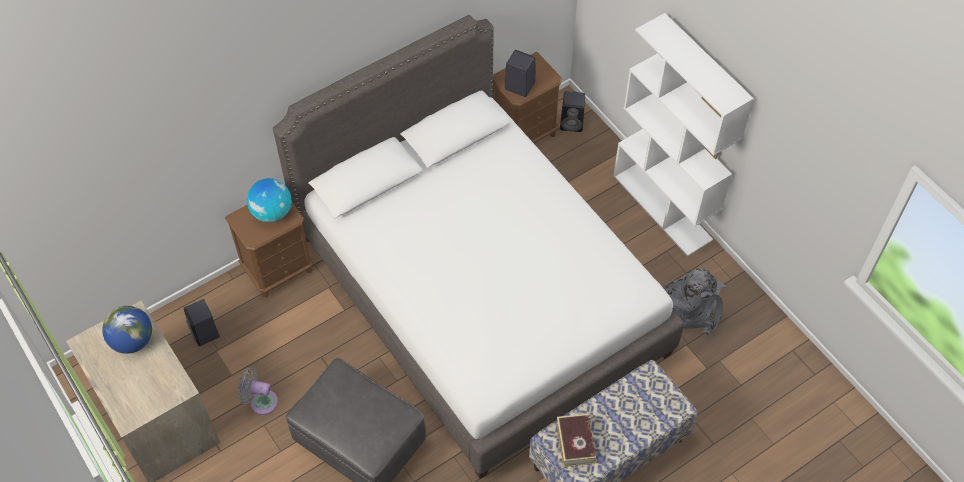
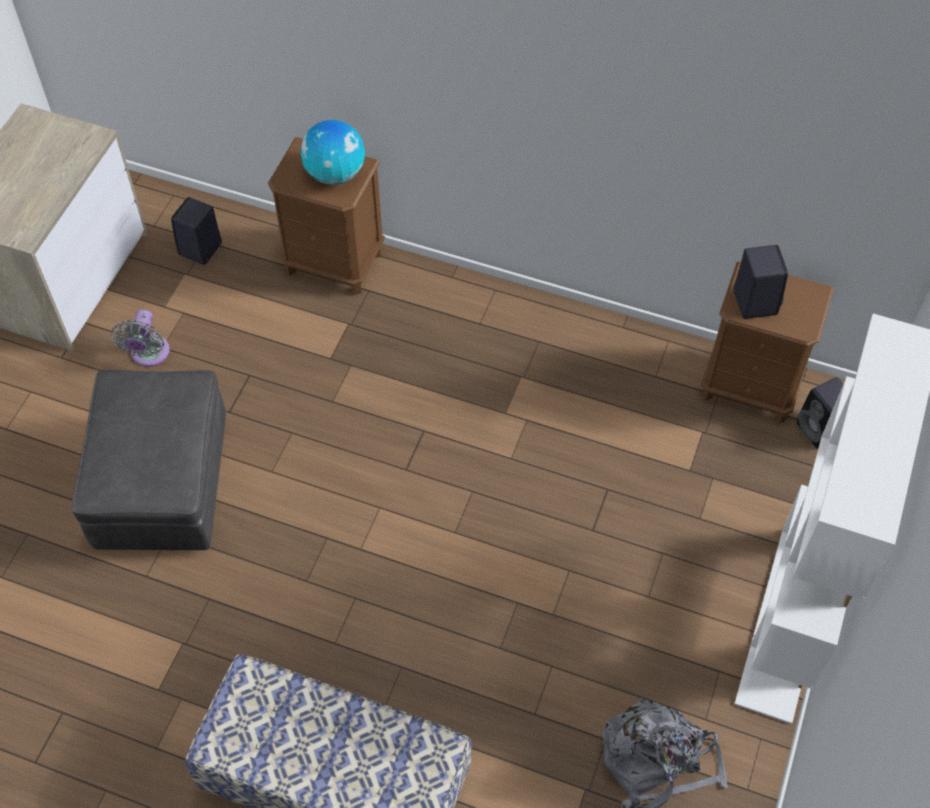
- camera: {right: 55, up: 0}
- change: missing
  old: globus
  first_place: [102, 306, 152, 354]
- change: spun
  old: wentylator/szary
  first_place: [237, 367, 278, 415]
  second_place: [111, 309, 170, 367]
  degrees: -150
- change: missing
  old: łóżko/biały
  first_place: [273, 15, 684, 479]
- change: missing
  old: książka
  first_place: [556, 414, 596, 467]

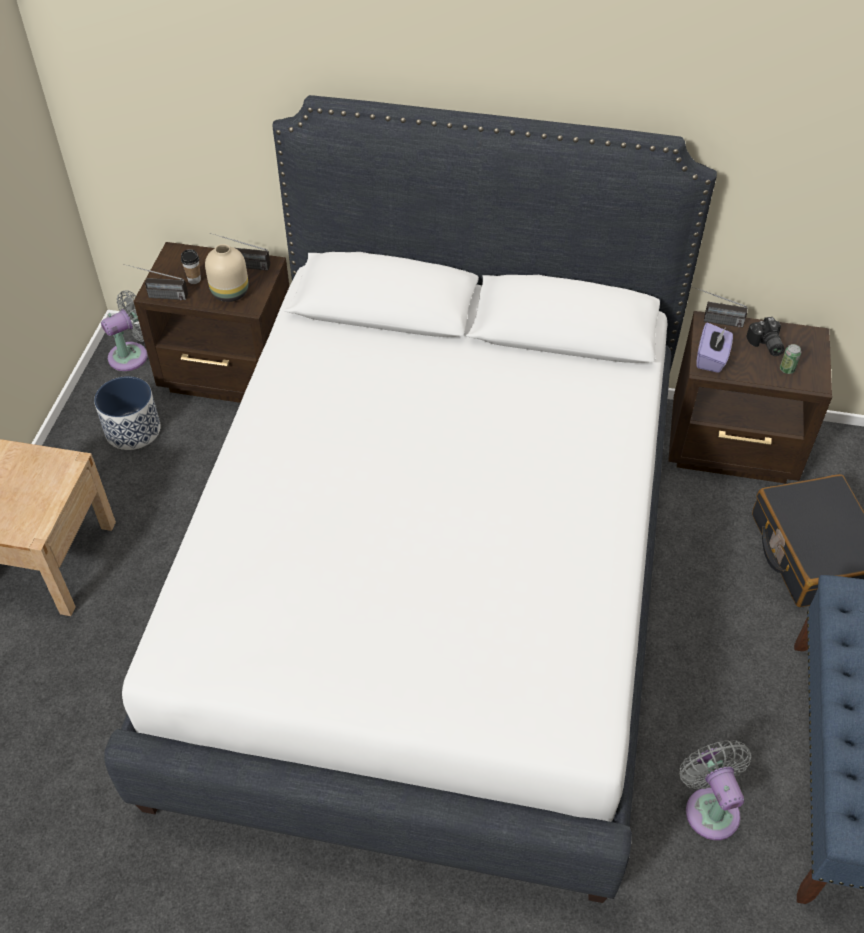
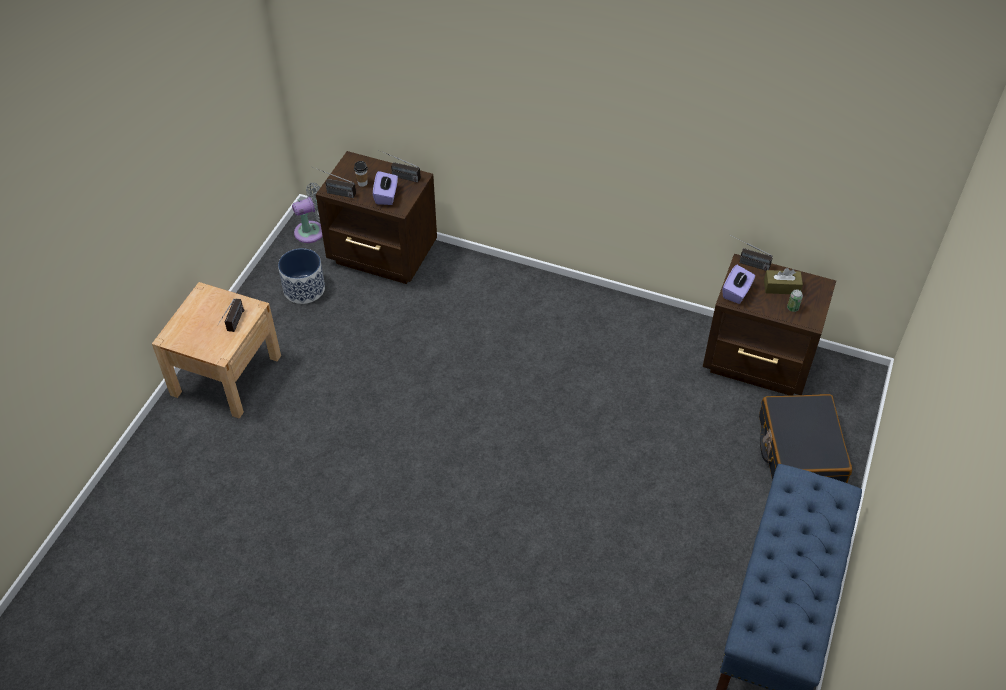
- camera: {right: 10, up: 0}
- change: missing
  old: łóżko/biały
  first_place: [104, 95, 717, 903]
- change: exchanged
  old: wazon/beżowy
  new: pudełko chusteczek/fioletowy
  first_place: [205, 244, 249, 302]
  second_place: [373, 171, 398, 205]
- change: missing
  old: wentylator/szary
  first_place: [679, 740, 751, 840]
- change: exchanged
  old: aparat fotograficzny
  new: pudełko chusteczek/brązowy
  first_place: [746, 317, 784, 356]
  second_place: [764, 268, 803, 294]
- change: appeared
  new: radio
  second_place: [217, 299, 244, 332]

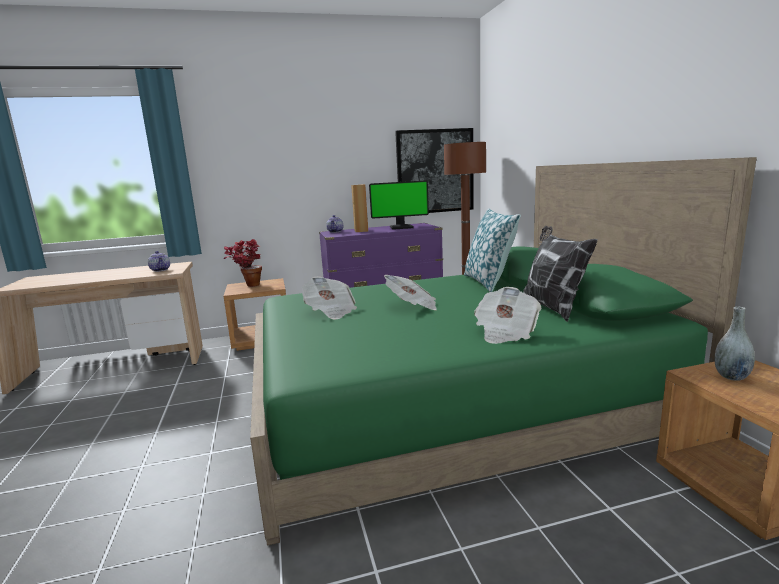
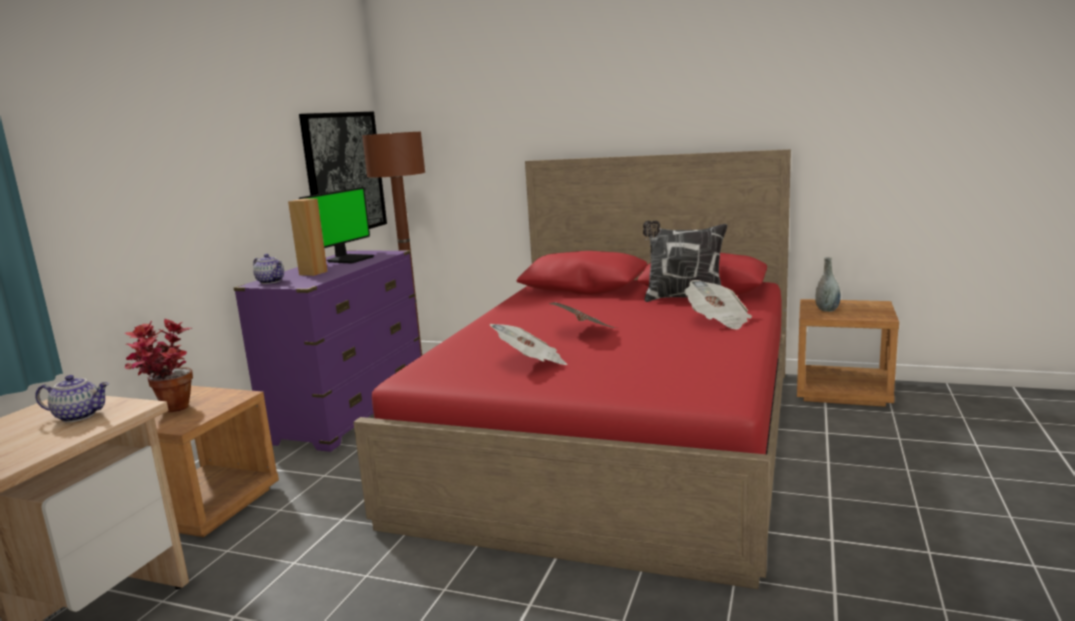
- camera: {right: -55, up: 0}
- change: colour
  old: łóżko/zielony
  new: łóżko/czerwony
  first_place: [250, 157, 757, 546]
  second_place: [353, 149, 791, 589]
- change: missing
  old: poduszka
  first_place: [464, 208, 521, 292]

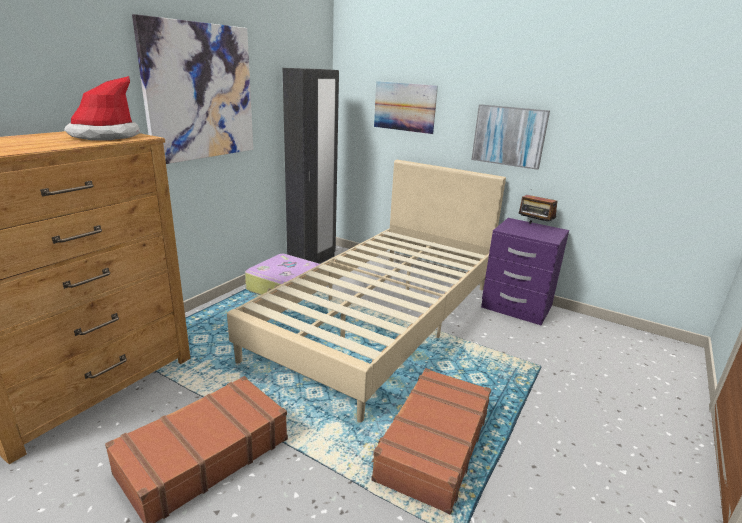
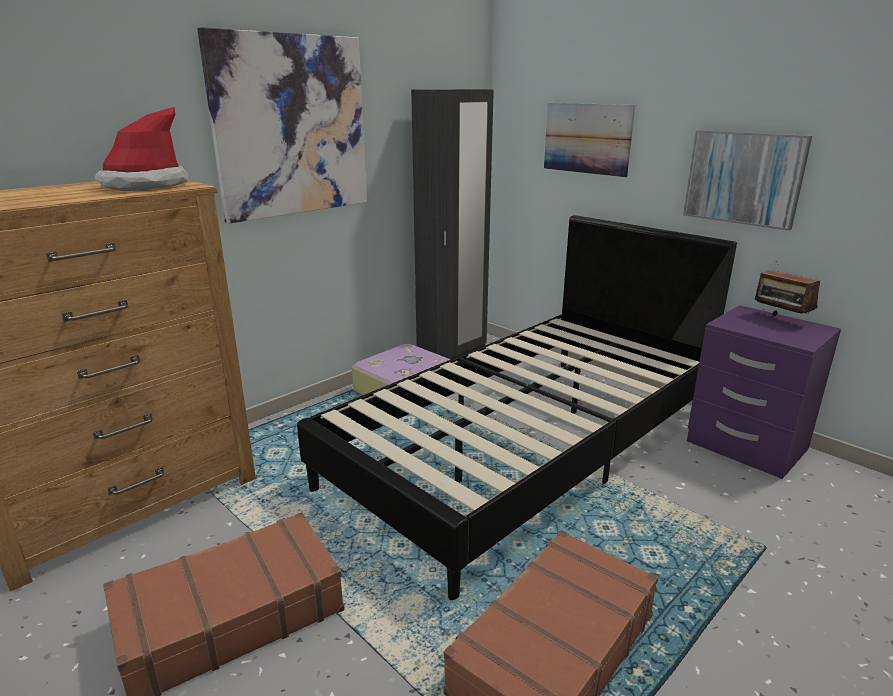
- camera: {right: 15, up: 0}
- change: colour
  old: łóżko/beżowy
  new: łóżko/czarny
  first_place: [227, 160, 506, 423]
  second_place: [297, 215, 737, 600]

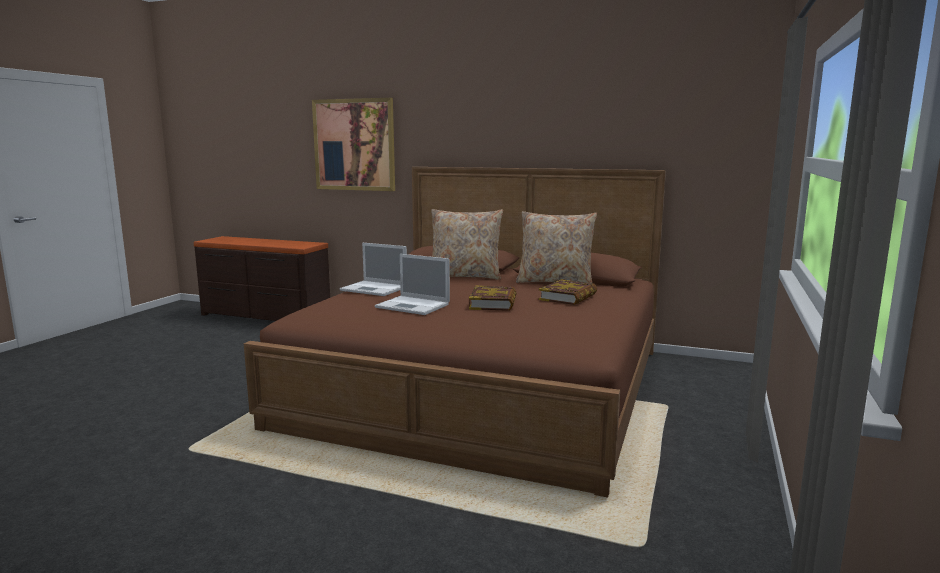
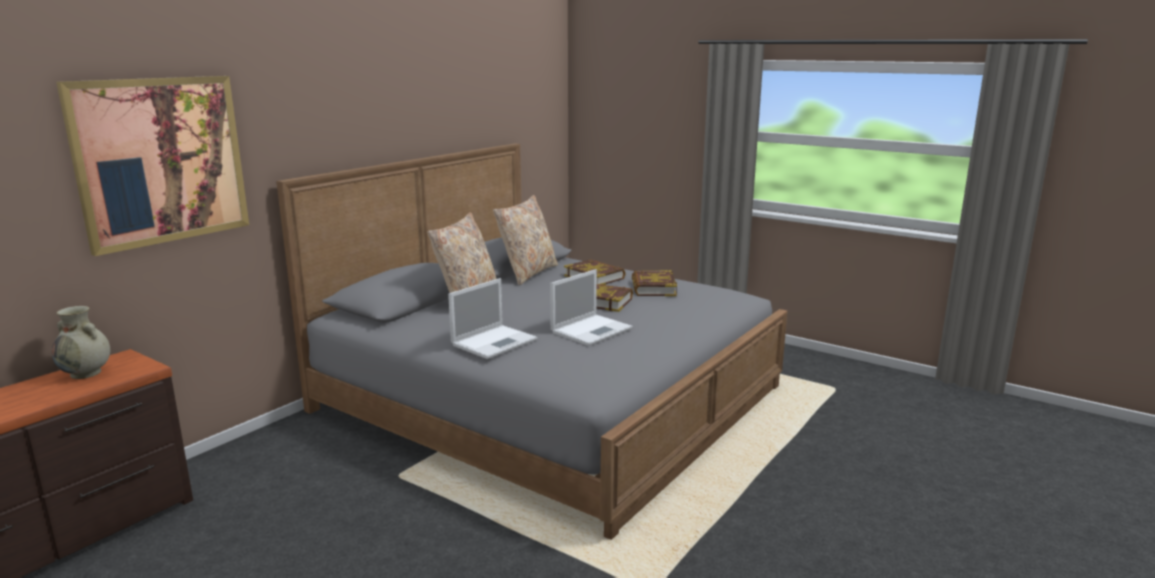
- camera: {right: -75, up: 5}
- change: colour
  old: łóżko/brązowy
  new: łóżko/szary
  first_place: [244, 167, 666, 498]
  second_place: [276, 143, 787, 540]
- change: appeared
  new: wazon/beżowy
  second_place: [52, 306, 110, 379]
- change: appeared
  new: książka
  second_place: [632, 270, 677, 296]

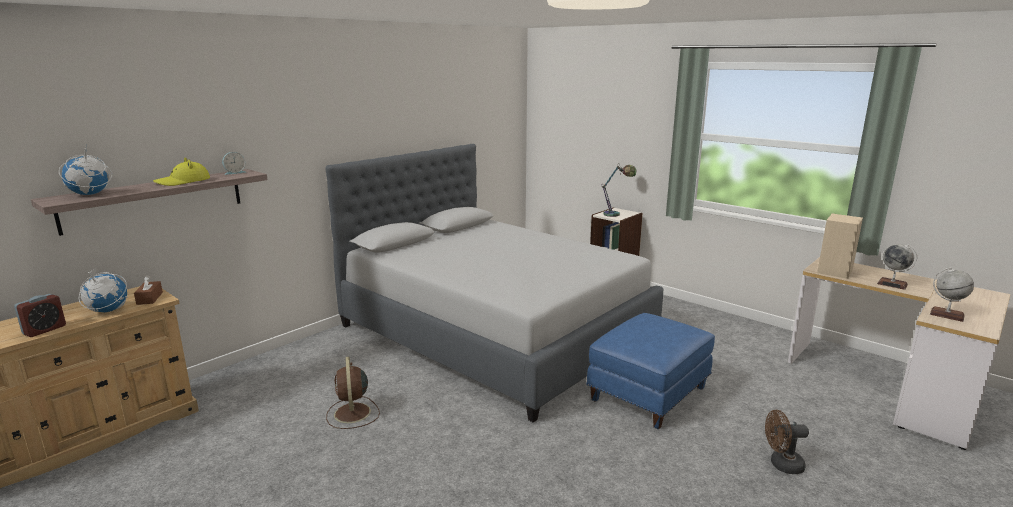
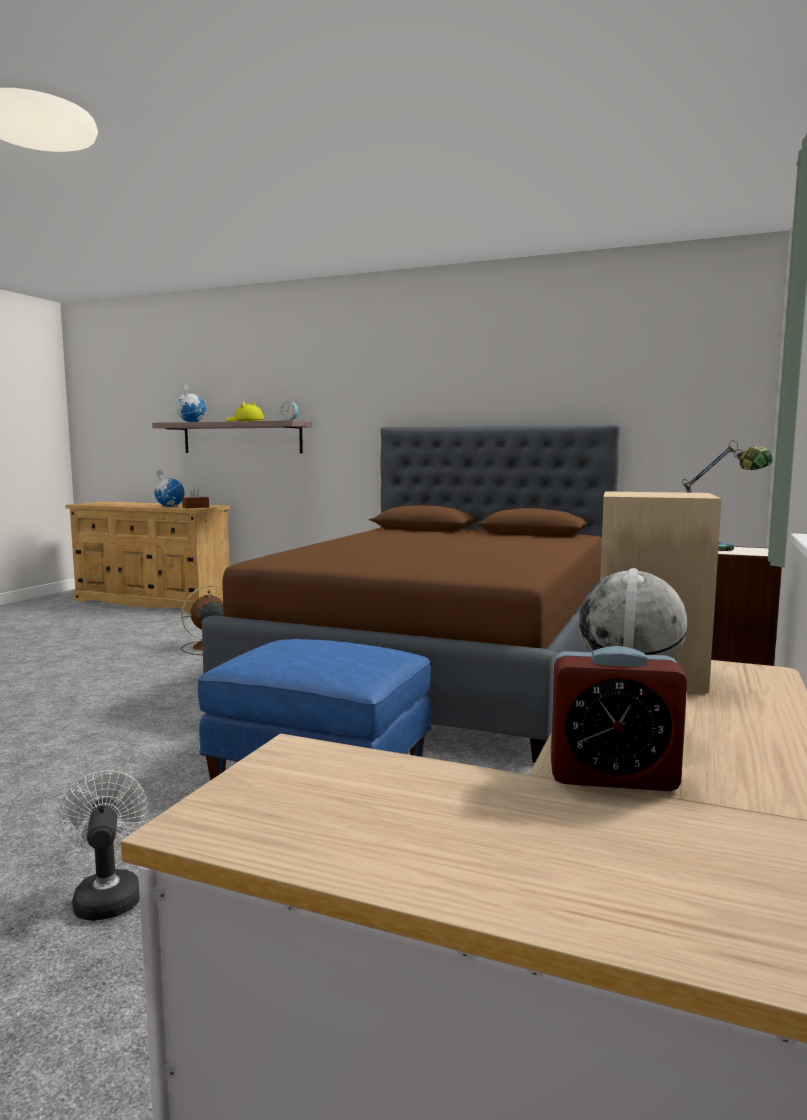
- camera: {right: 70, up: -10}
- change: relocated
  old: budzik
  first_place: [14, 294, 66, 337]
  second_place: [550, 646, 688, 791]
- change: colour
  old: łóżko/szary
  new: łóżko/brązowy
  first_place: [326, 144, 663, 423]
  second_place: [202, 424, 620, 763]
- change: colour
  old: wentylator/brązowy
  new: wentylator/biały
  first_place: [765, 410, 809, 474]
  second_place: [59, 770, 148, 921]
- change: missing
  old: globus
  first_place: [930, 268, 974, 322]

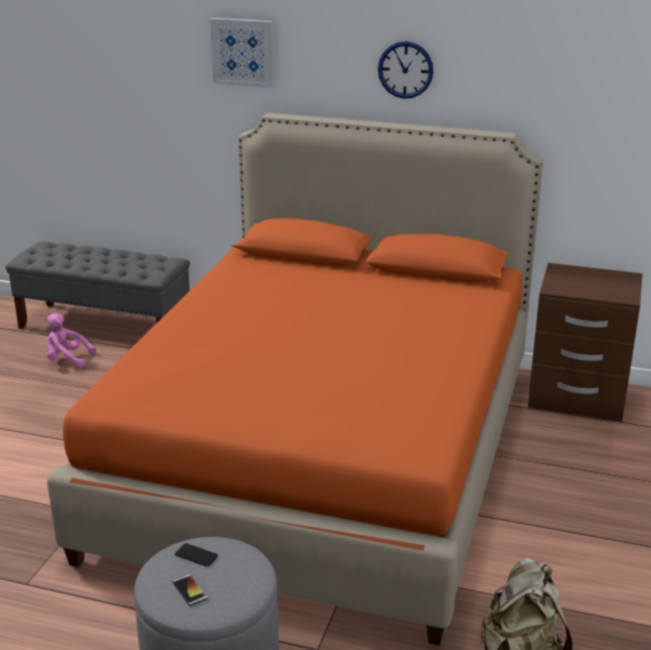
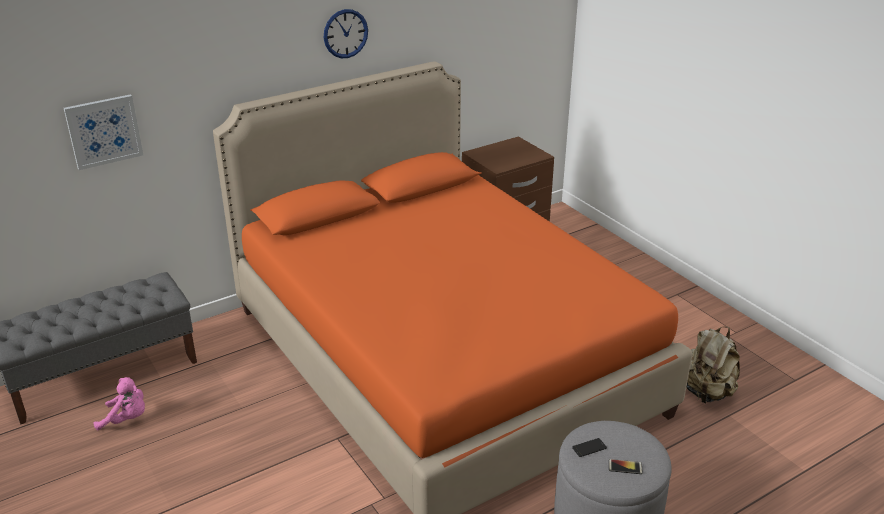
- camera: {right: -50, up: 5}
- change: spun
  old: pluszak/różowy
  first_place: [46, 313, 96, 368]
  second_place: [93, 377, 145, 430]
  degrees: -135
- change: relocated
  old: obraz
  first_place: [210, 18, 274, 88]
  second_place: [64, 94, 143, 170]

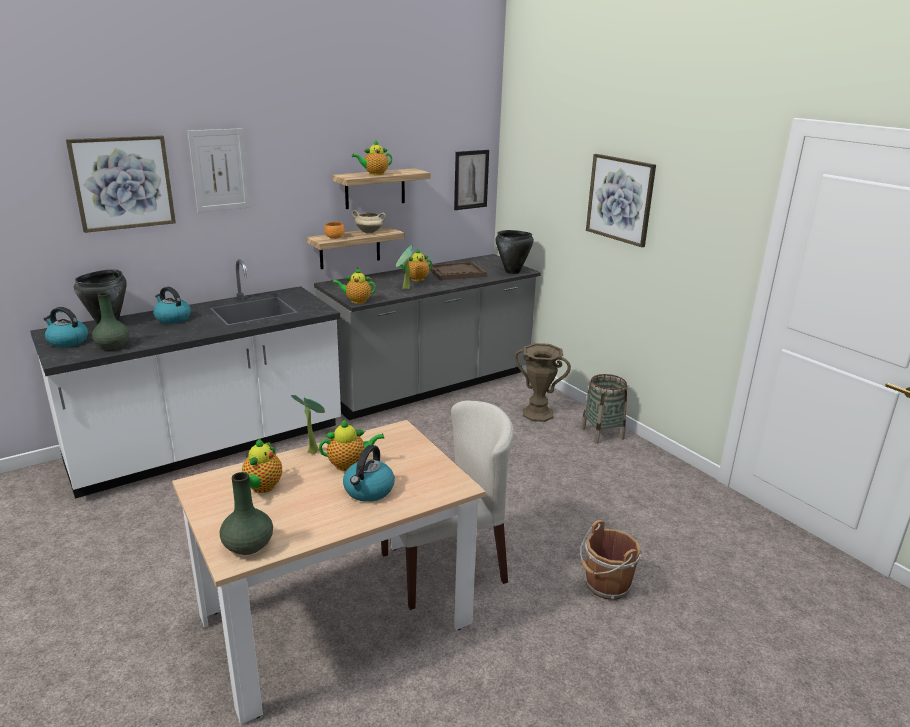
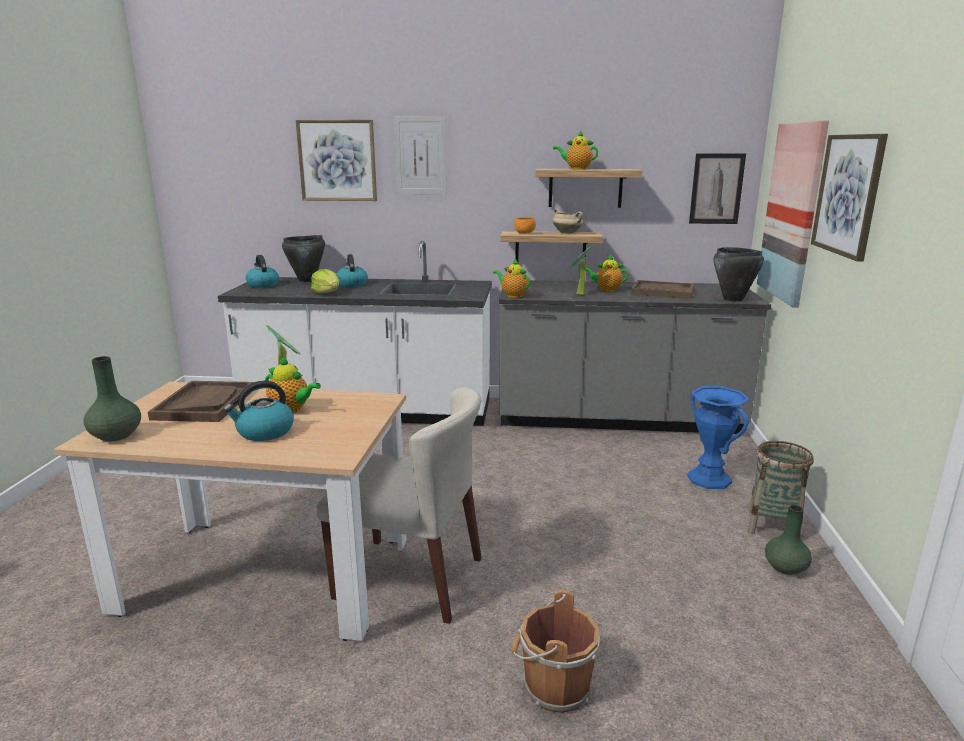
- camera: {right: 40, up: -5}
- change: relocated
  old: wazon/zielony
  first_place: [92, 292, 130, 350]
  second_place: [765, 505, 812, 575]
- change: exchanged
  old: imbryk
  new: taca/brązowy
  first_place: [242, 439, 282, 493]
  second_place: [148, 381, 254, 422]
- change: colour
  old: wazon/brązowy
  new: wazon/niebieski
  first_place: [514, 343, 571, 422]
  second_place: [687, 386, 750, 489]
- change: appeared
  new: sałata
  second_place: [311, 269, 339, 294]
- change: appeared
  new: obraz
  second_place: [757, 121, 829, 308]

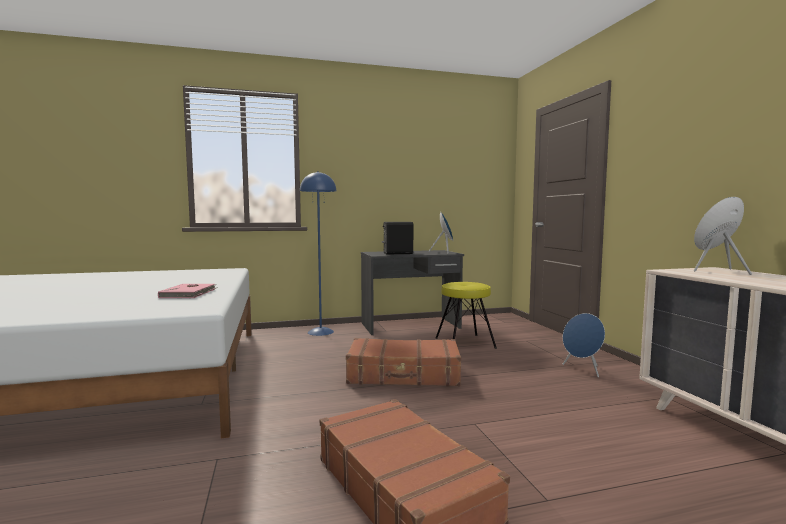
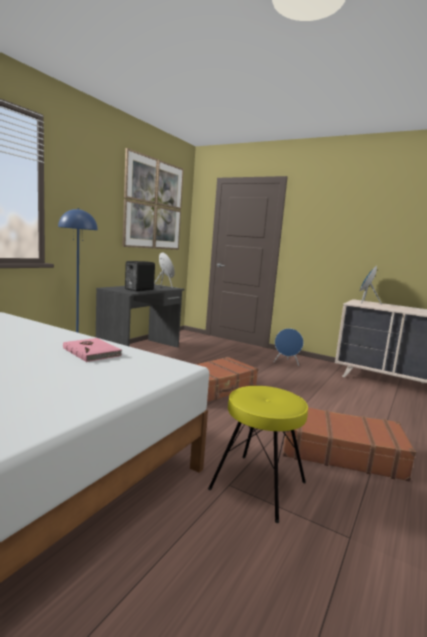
- camera: {right: -45, up: 5}
- change: relocated
  old: stołek/żółty
  first_place: [435, 282, 497, 349]
  second_place: [208, 386, 308, 523]
- change: appeared
  new: obraz
  second_place: [122, 148, 184, 250]

